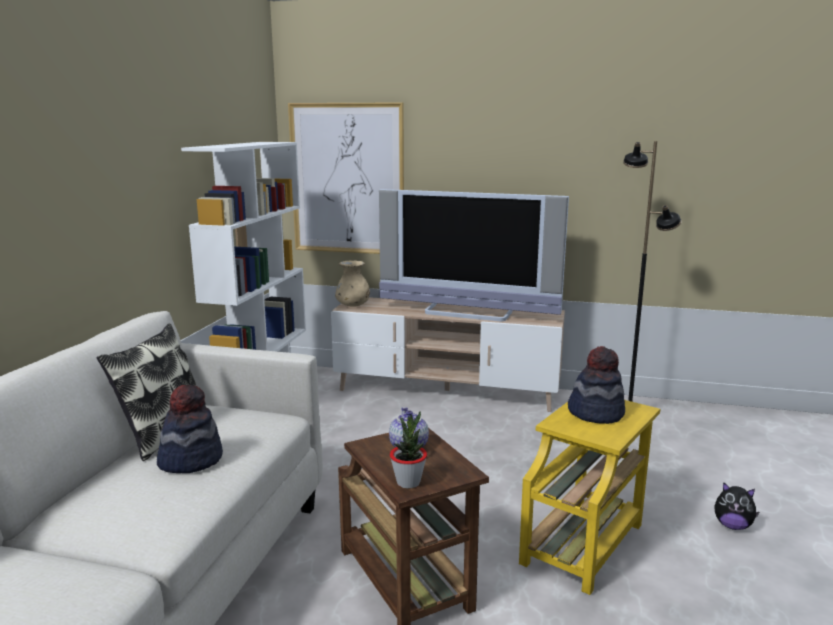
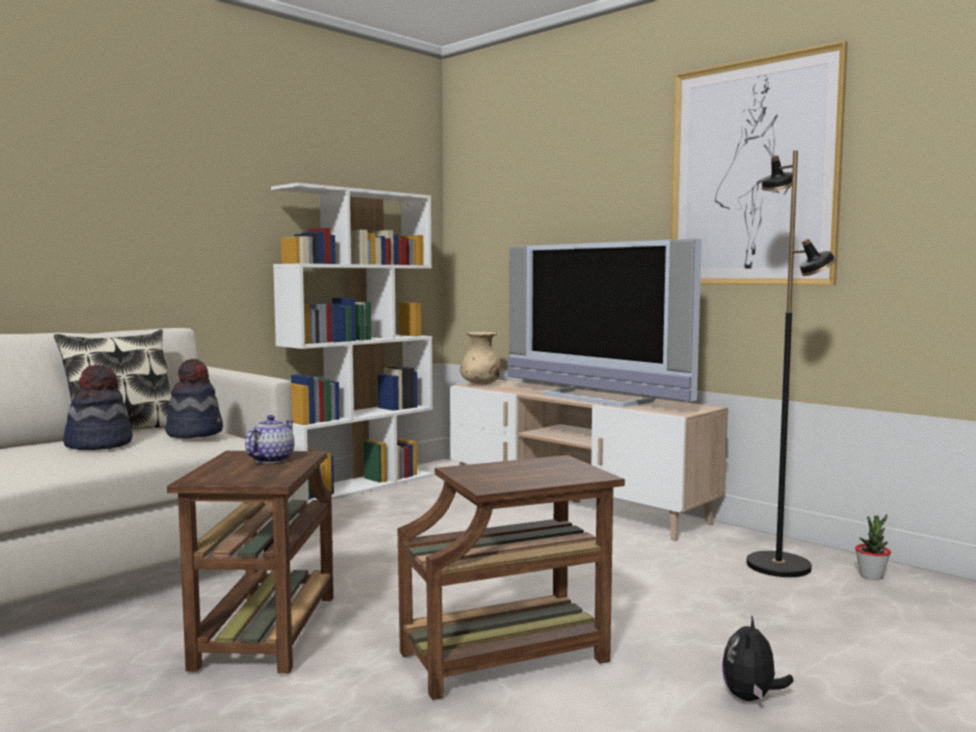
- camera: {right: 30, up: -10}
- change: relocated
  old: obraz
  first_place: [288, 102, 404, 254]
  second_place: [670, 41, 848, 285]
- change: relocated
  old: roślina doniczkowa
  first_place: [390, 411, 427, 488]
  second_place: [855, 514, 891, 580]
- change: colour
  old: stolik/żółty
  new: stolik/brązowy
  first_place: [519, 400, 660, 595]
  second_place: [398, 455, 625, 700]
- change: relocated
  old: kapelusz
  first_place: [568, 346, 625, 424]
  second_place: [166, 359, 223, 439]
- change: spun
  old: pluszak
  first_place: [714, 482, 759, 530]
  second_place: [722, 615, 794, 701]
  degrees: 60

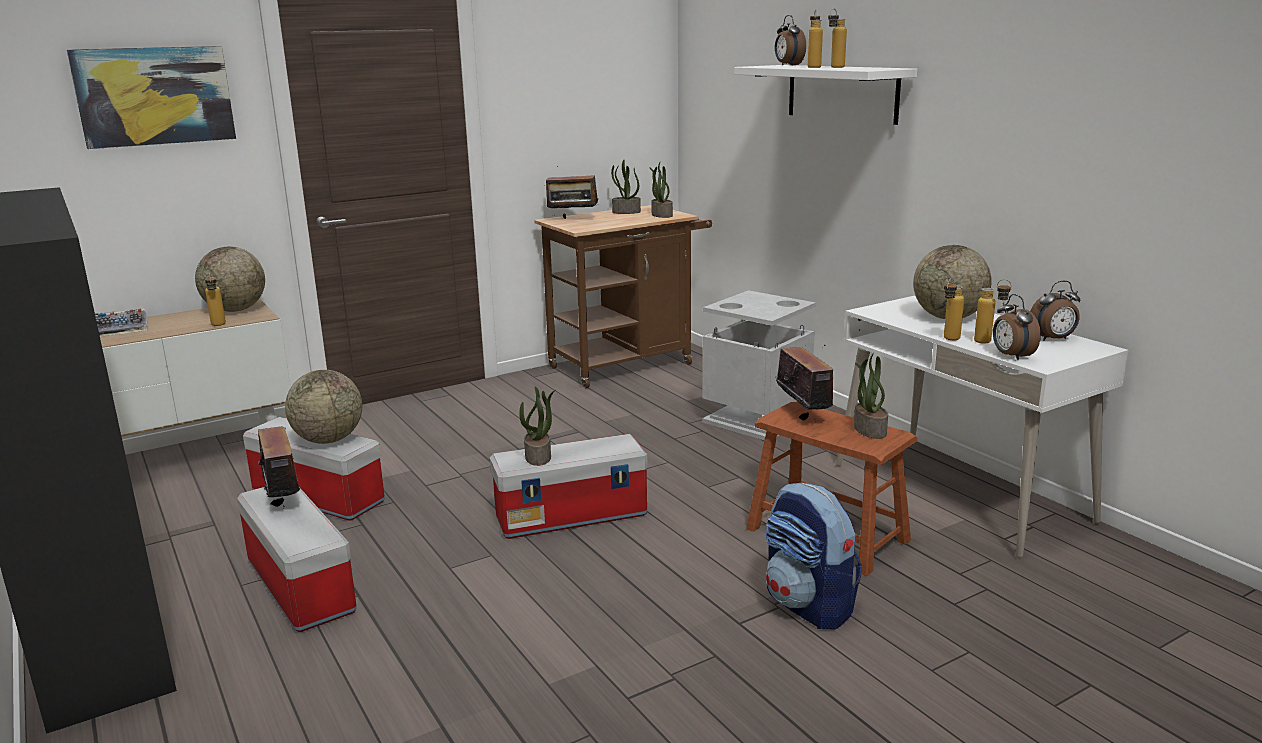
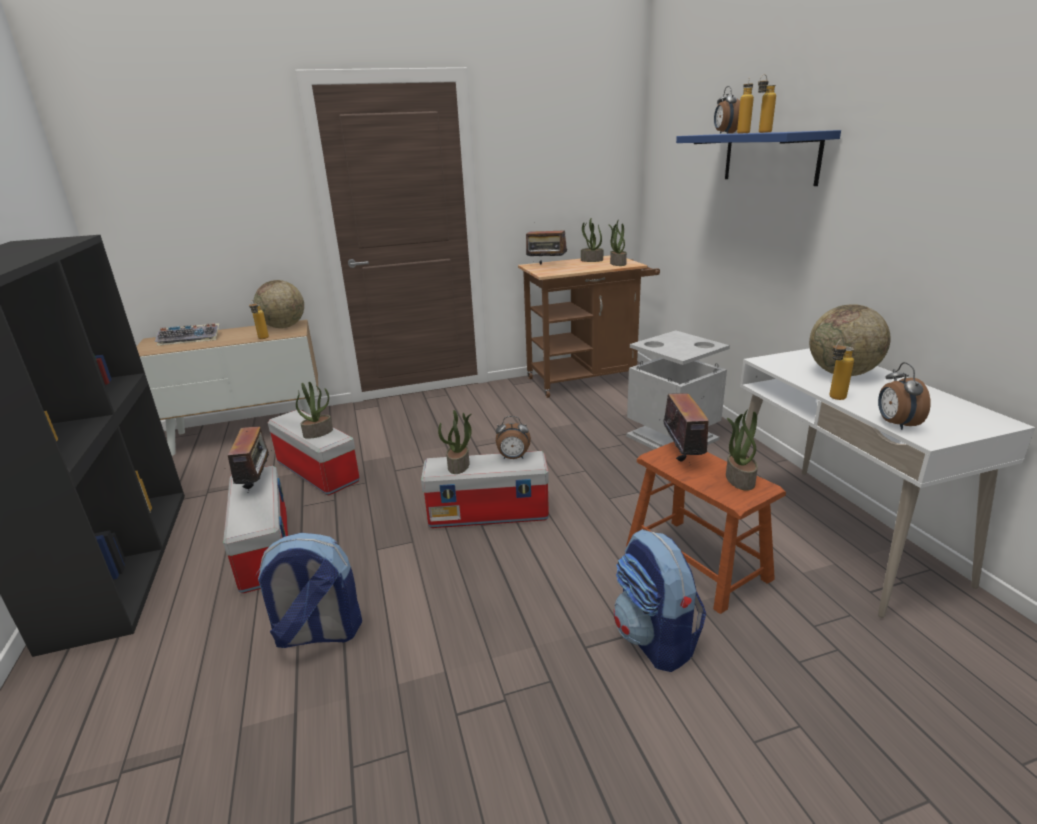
- camera: {right: 15, up: 5}
- change: missing
  old: obraz
  first_place: [67, 46, 236, 149]
- change: exchanged
  old: globus
  new: roślina doniczkowa
  first_place: [285, 370, 362, 444]
  second_place: [296, 382, 333, 439]
- change: colour
  old: półka/biały
  new: półka/niebieski
  first_place: [734, 65, 917, 125]
  second_place: [676, 130, 841, 186]
- change: missing
  old: butelka
  first_place: [974, 279, 1012, 344]
- change: relocated
  old: budzik
  first_place: [1030, 281, 1080, 341]
  second_place: [496, 416, 531, 459]
- change: appeared
  new: plecak
  second_place: [255, 533, 362, 648]

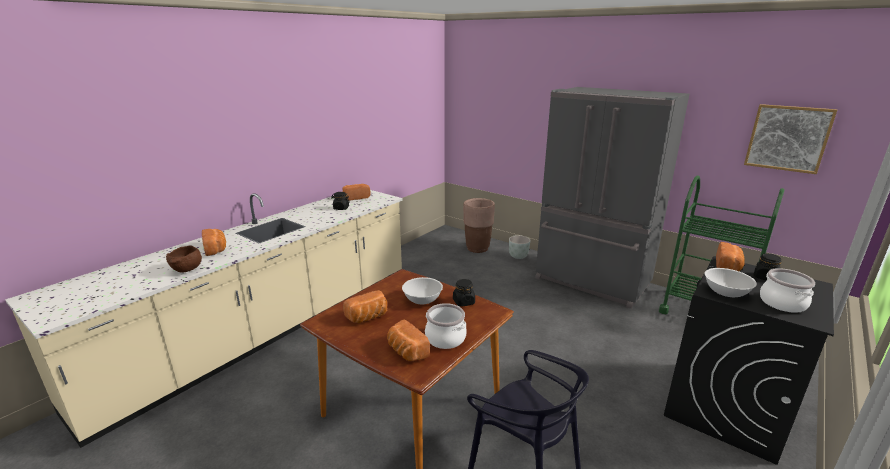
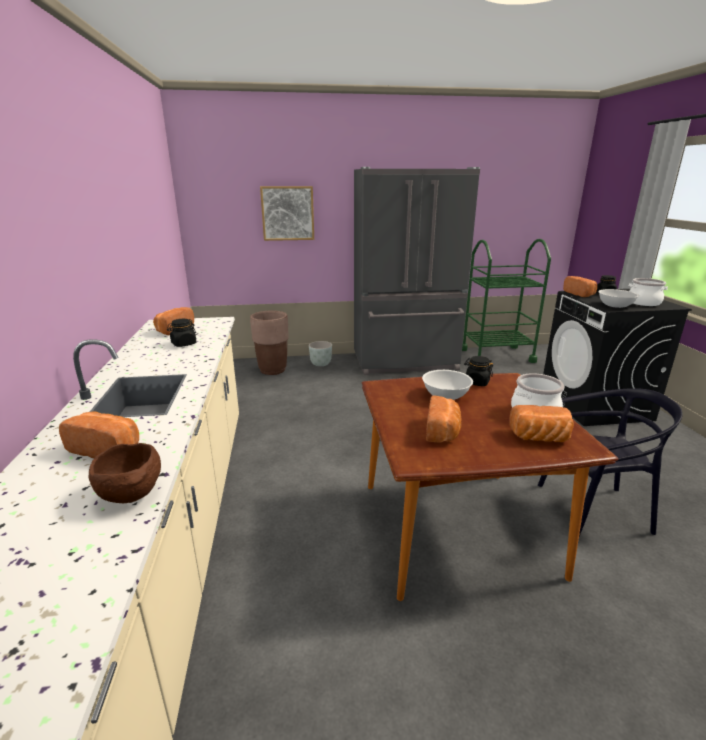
- camera: {right: -45, up: 0}
- change: relocated
  old: obraz
  first_place: [744, 104, 837, 174]
  second_place: [260, 186, 314, 241]

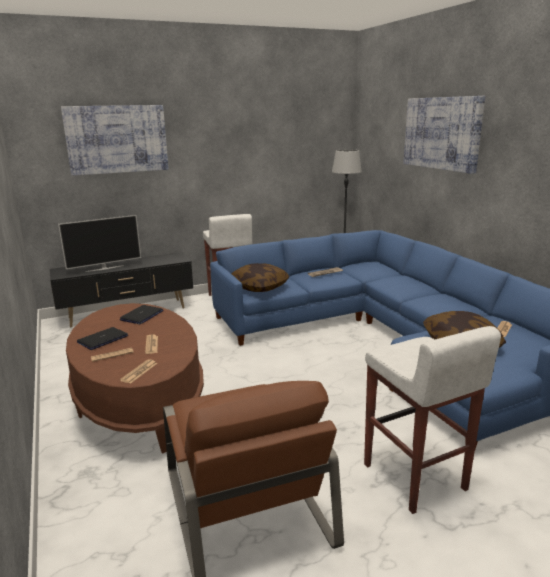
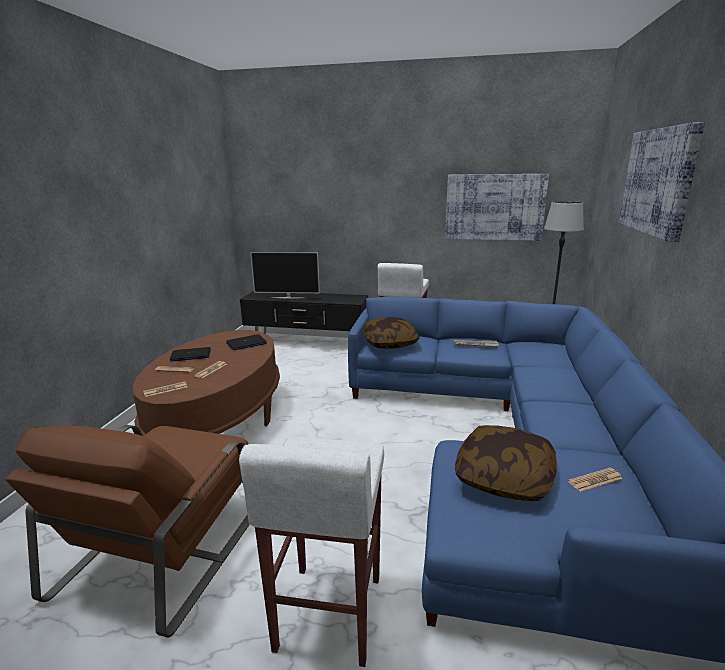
- camera: {right: 35, up: 0}
- change: relocated
  old: obraz
  first_place: [61, 105, 169, 176]
  second_place: [445, 174, 549, 241]

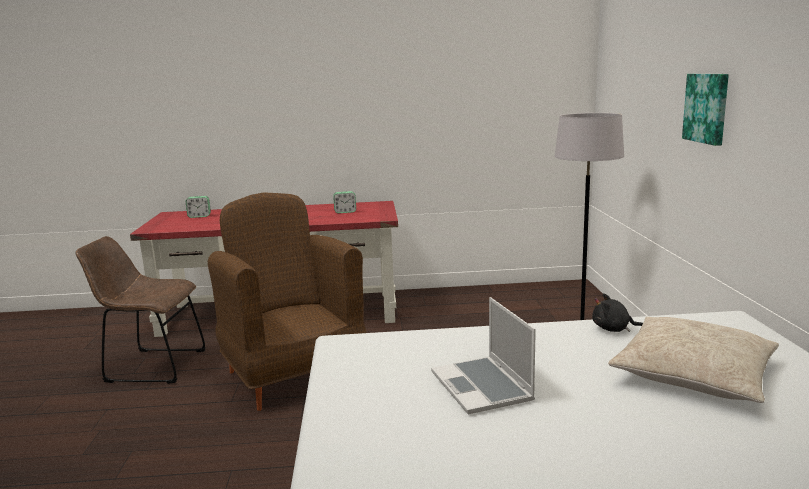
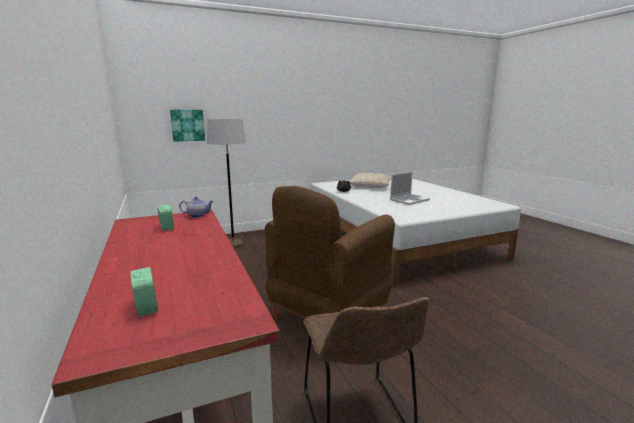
- camera: {right: -110, up: 0}
- change: relocated
  old: obraz
  first_place: [682, 74, 729, 146]
  second_place: [170, 110, 205, 142]
- change: appeared
  new: imbryk
  second_place: [179, 197, 214, 218]

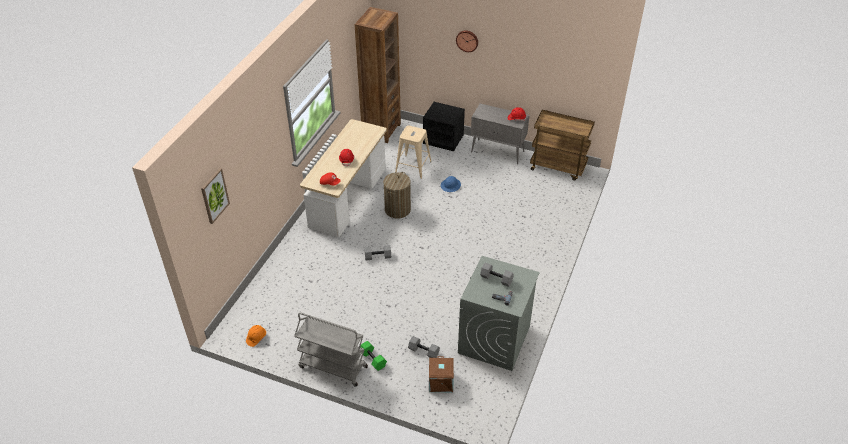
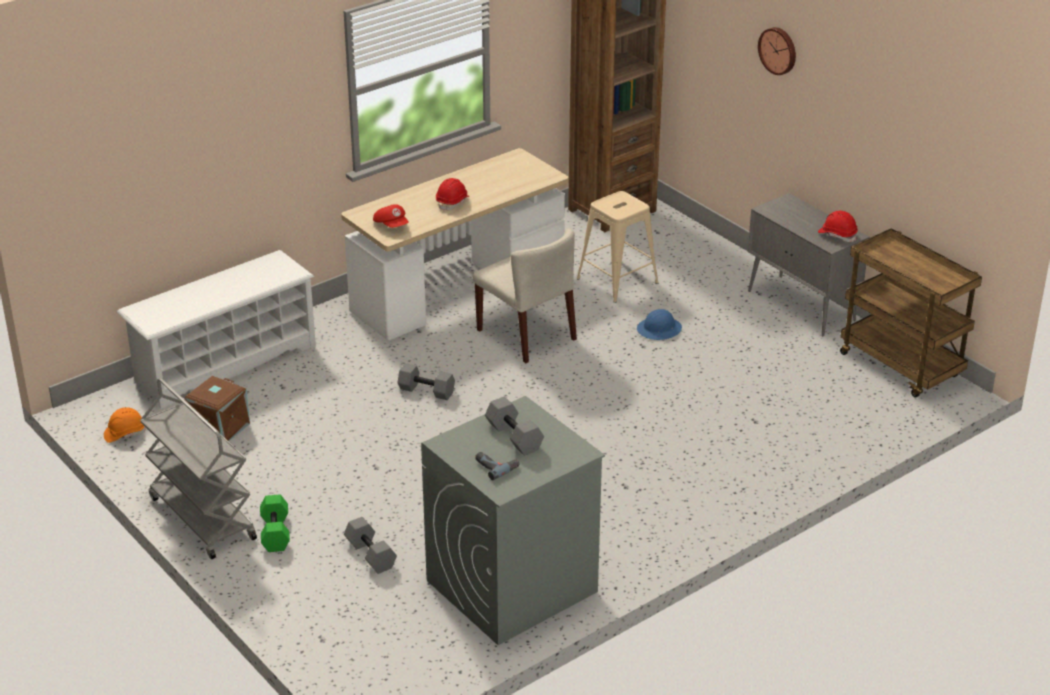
- camera: {right: 30, up: -10}
- change: missing
  old: obraz
  first_place: [201, 168, 230, 224]
- change: exchanged
  old: kosz na pranie
  new: krzesło/beżowy
  first_place: [383, 172, 411, 219]
  second_place: [473, 229, 577, 363]
- change: missing
  old: szafka nocna/czarny
  first_place: [423, 102, 465, 152]
- change: relocated
  old: pojemnik do przechowywania/brązowy
  first_place: [429, 356, 454, 393]
  second_place: [184, 376, 250, 441]
- change: appeared
  new: regał na buty/biały
  second_place: [117, 250, 316, 409]

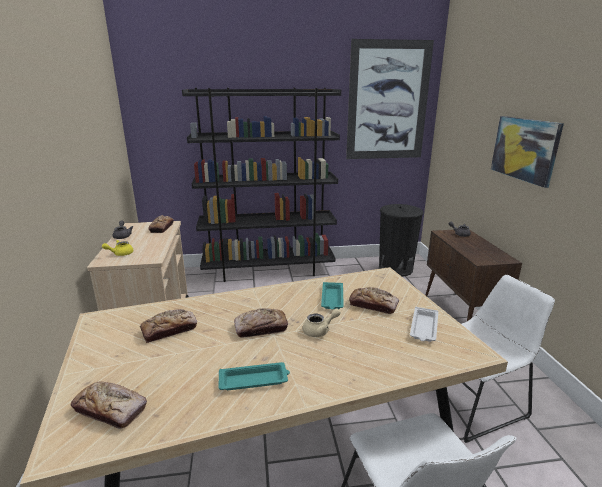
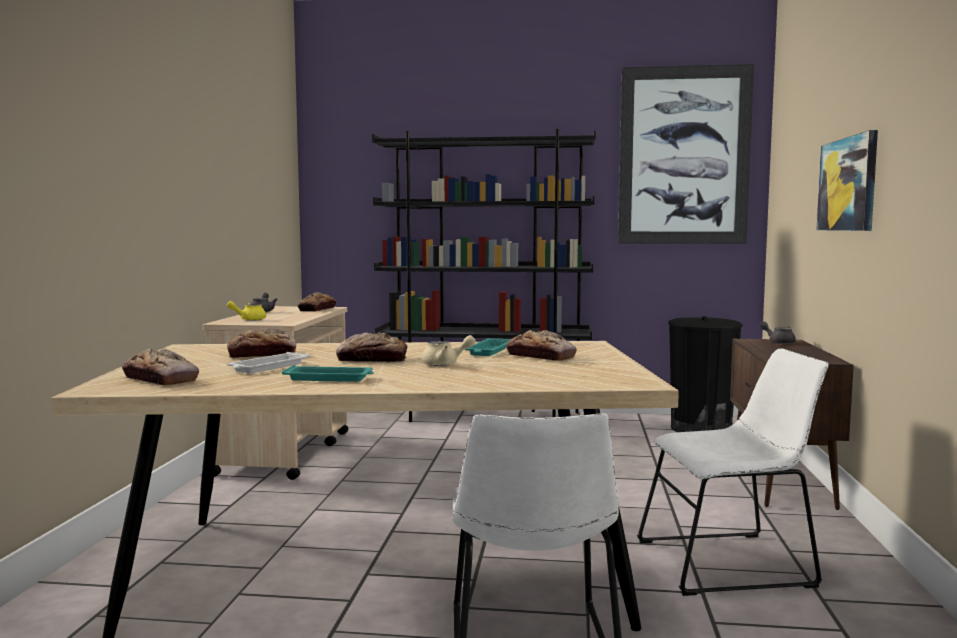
- camera: {right: 15, up: -15}
- change: relocated
  old: taca/biały
  first_place: [410, 307, 438, 342]
  second_place: [227, 352, 309, 373]

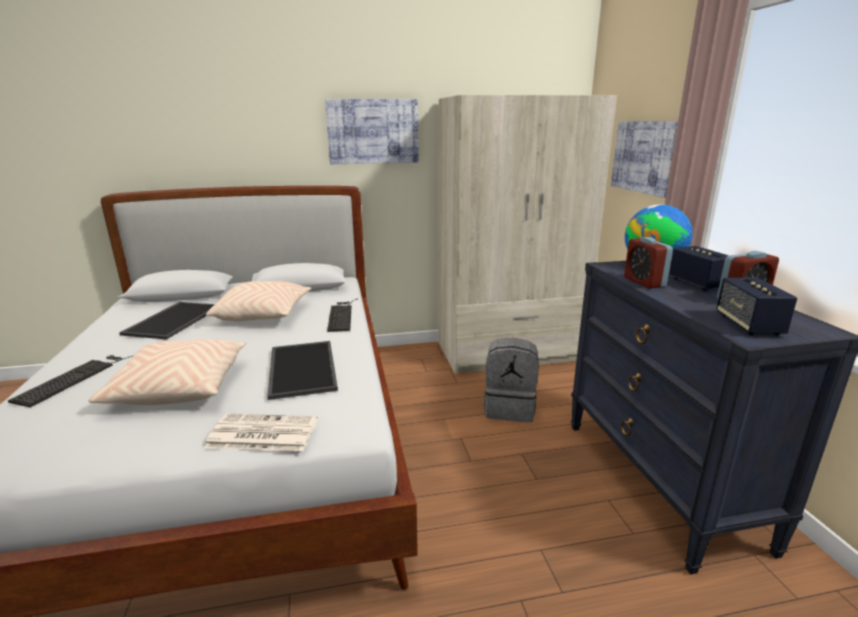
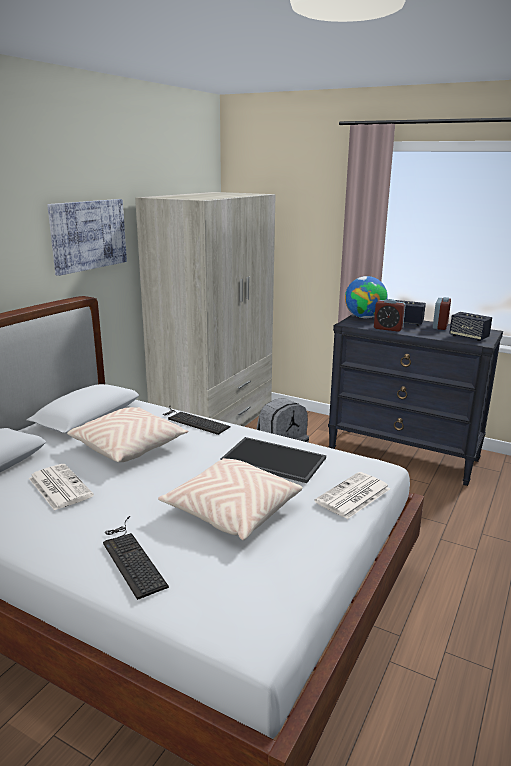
- camera: {right: -50, up: 0}
- change: exchanged
  old: taca
  new: gazeta
  first_place: [119, 302, 215, 340]
  second_place: [29, 464, 94, 511]
- change: missing
  old: obraz
  first_place: [611, 121, 678, 198]

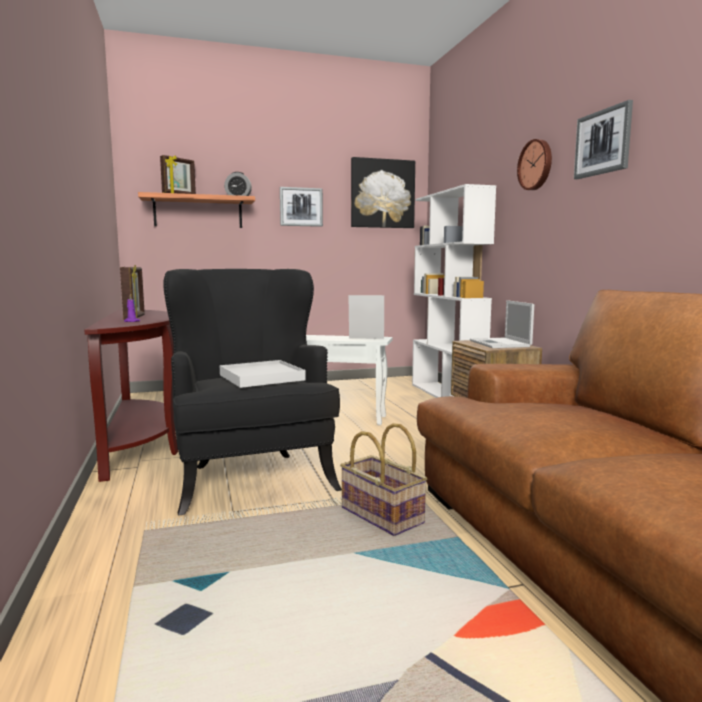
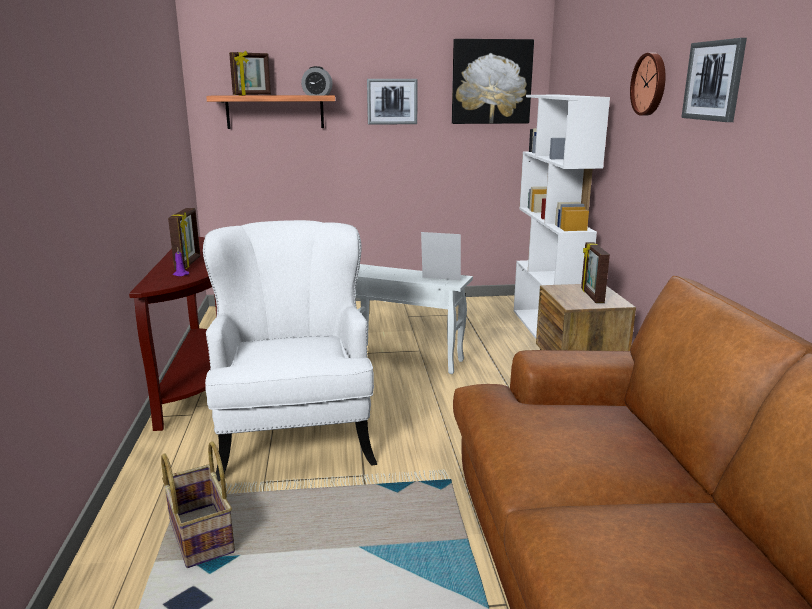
- camera: {right: 10, up: 10}
- change: colour
  old: fotel/czarny
  new: fotel/biały
  first_place: [163, 269, 342, 515]
  second_place: [203, 220, 377, 481]
- change: missing
  old: taca/biały
  first_place: [220, 360, 306, 388]
- change: relocated
  old: koszyk
  first_place: [340, 423, 427, 536]
  second_place: [161, 441, 235, 568]
- change: exchanged
  old: laptop
  new: ramka na zdjęcie
  first_place: [470, 300, 534, 348]
  second_place: [581, 242, 610, 303]

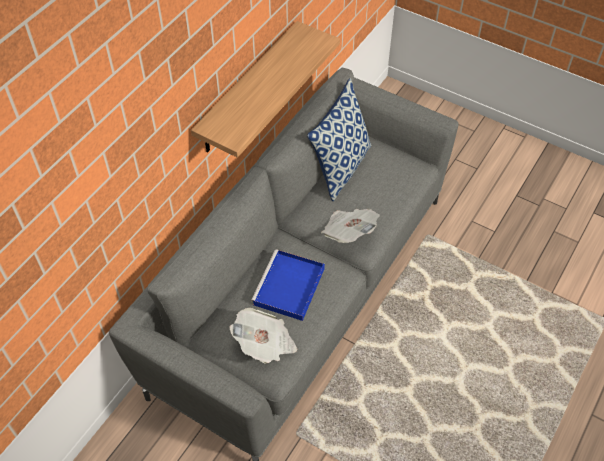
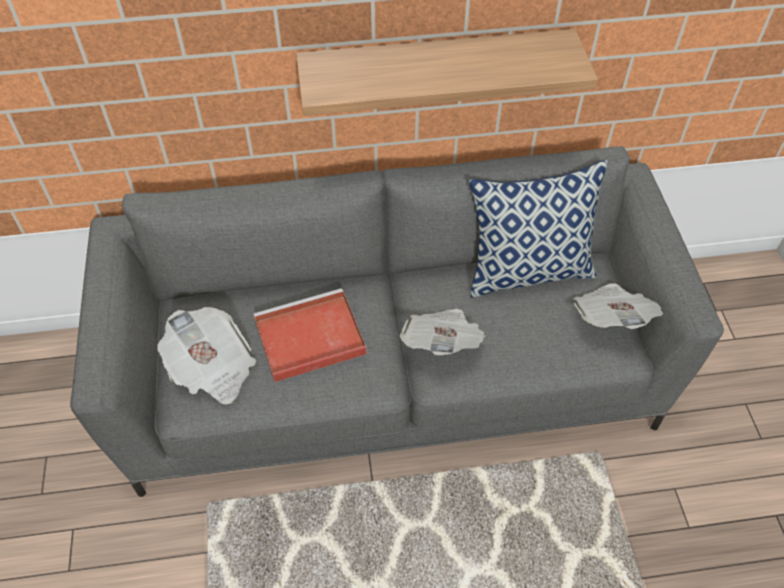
- camera: {right: 50, up: 0}
- change: colour
  old: taca/niebieski
  new: taca/czerwony
  first_place: [251, 250, 325, 321]
  second_place: [254, 288, 367, 382]
- change: appeared
  new: gazeta
  second_place: [573, 283, 663, 329]

